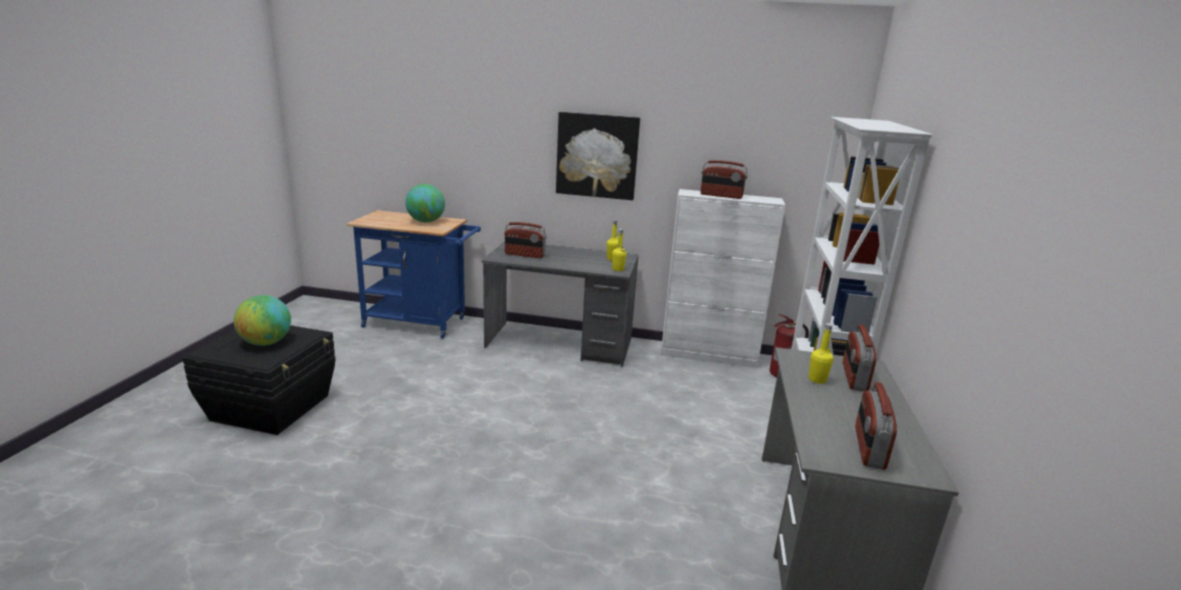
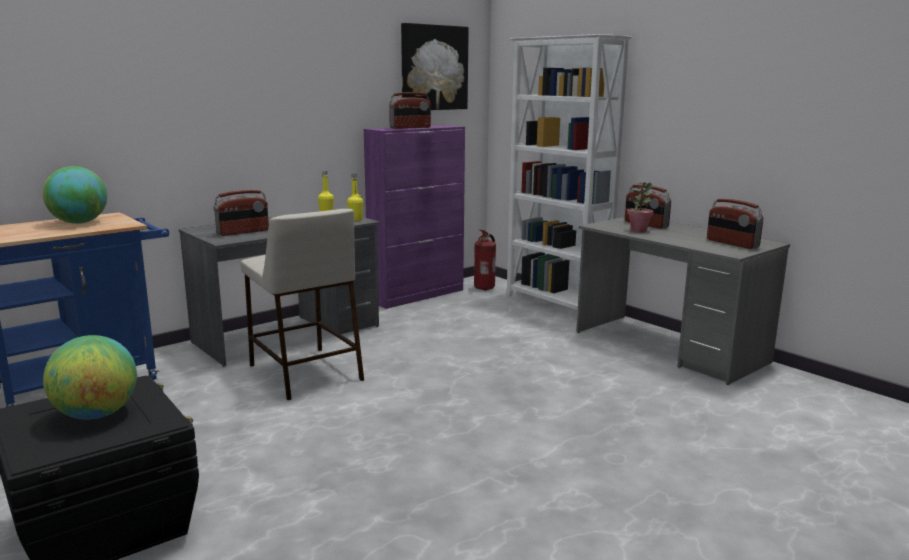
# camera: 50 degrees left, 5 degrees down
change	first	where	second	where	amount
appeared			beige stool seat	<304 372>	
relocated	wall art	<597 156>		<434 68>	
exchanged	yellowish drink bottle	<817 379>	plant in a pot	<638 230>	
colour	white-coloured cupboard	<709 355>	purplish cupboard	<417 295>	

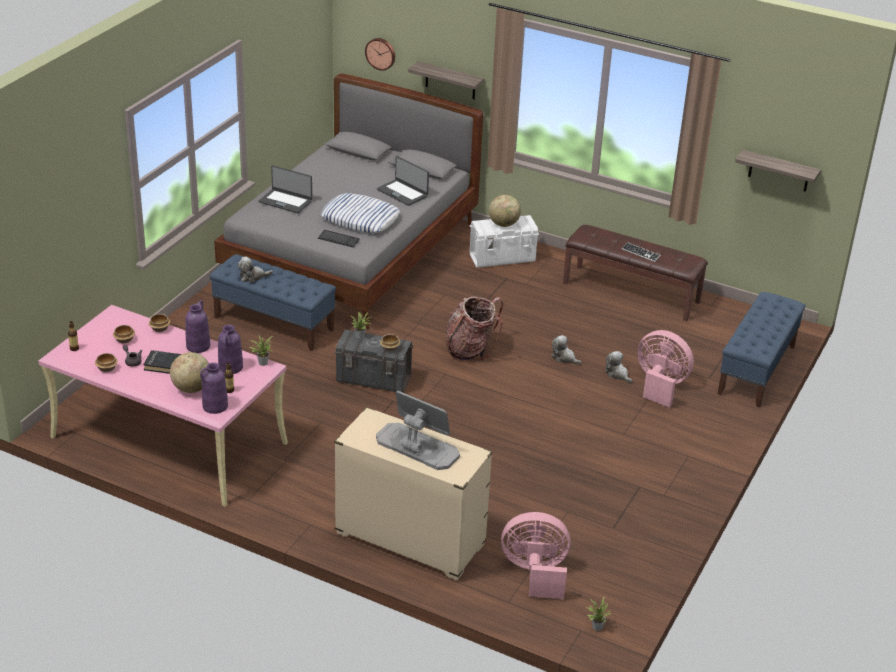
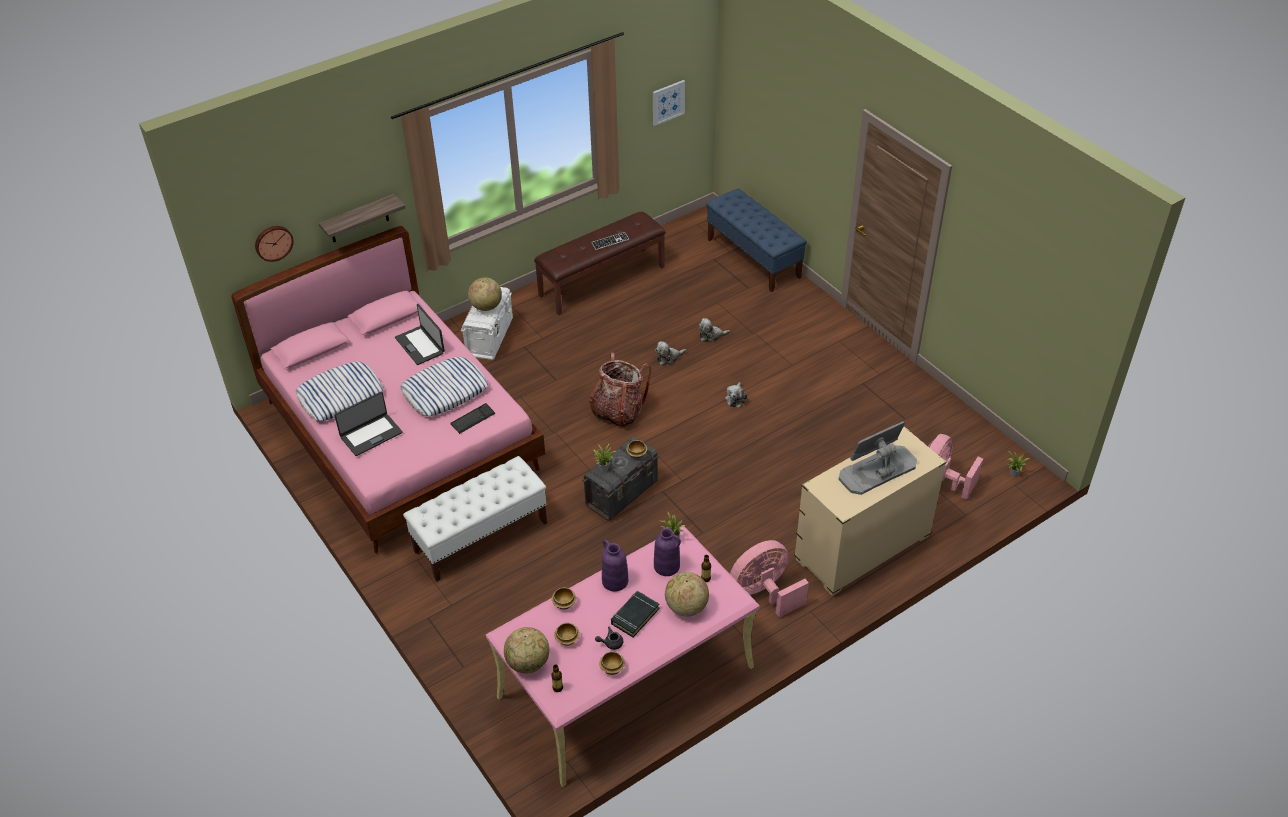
# camera: 60 degrees left, 10 degrees up
change	first	where	second	where	amount
missing	purplish decorative vase	<215 406>			
appeared			throw pillow	<340 396>	
appeared			desk globe	<528 663>	
relocated	cuddly toy	<253 277>		<735 398>	
relocated	pink-coloured fan	<660 385>		<764 593>	
exchanged	shelf	<779 171>	wall art	<668 102>	
colour	blue bench	<274 323>	white-coloured bench	<481 536>	
colour	greyish bed	<352 254>	pink-coloured bed	<401 437>	
spun	portable computer	<402 192>		<420 345>	75 degrees clockwise

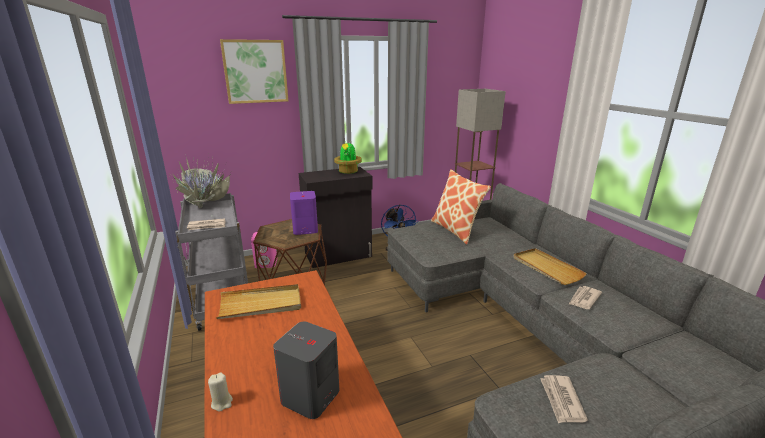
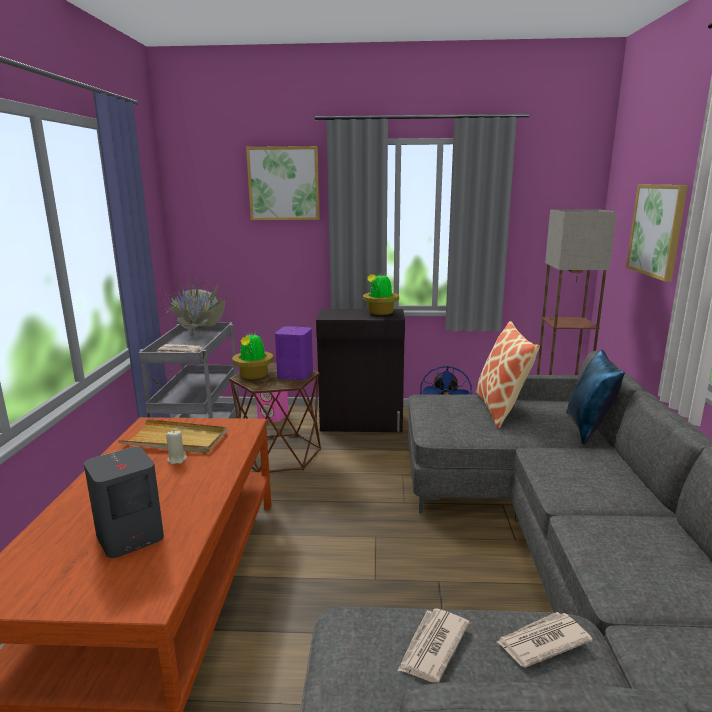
# camera: 25 degrees right, 5 degrees down
change	first	where	second	where	amount
missing	beige carrying tray	<546 268>			
appeared			plant in a pot	<253 376>	
appeared			blue throw pillow	<588 429>	
appeared			wall art	<657 230>	
relocated	beige wax candle	<222 403>		<177 459>	
relocated	daily paper	<584 299>		<541 641>	

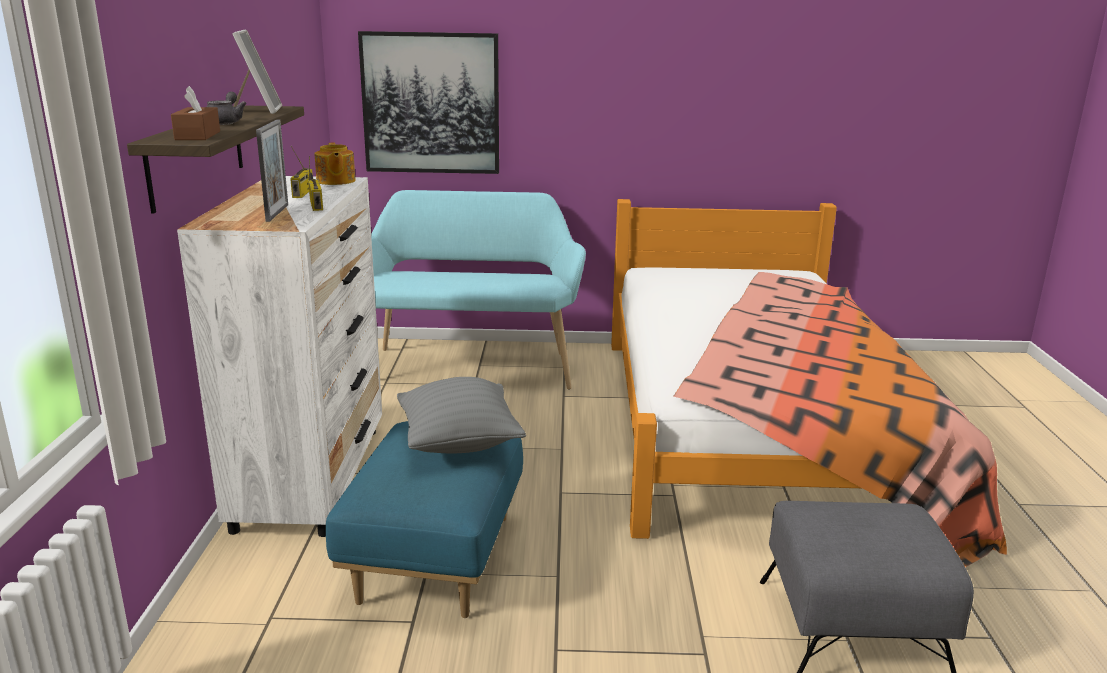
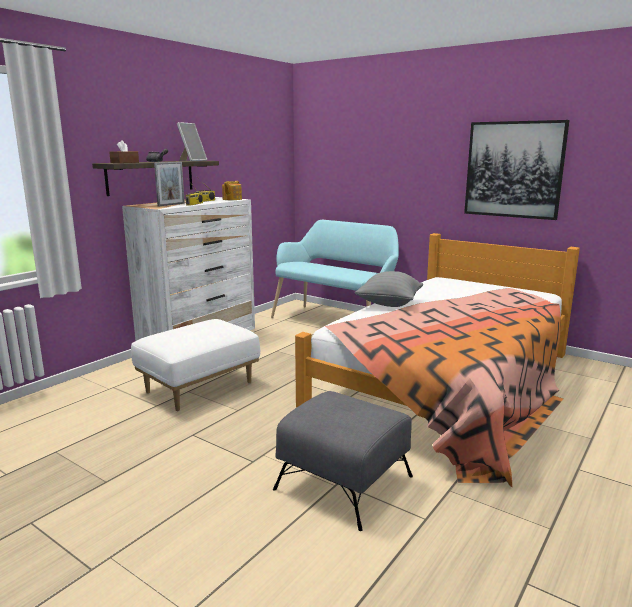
# camera: 35 degrees right, 5 degrees down
change	first	where	second	where	amount
relocated	wall art	<431 103>		<514 169>	
relocated	greyish throw pillow	<459 443>		<389 304>	
colour	blue footrest	<434 558>	white-coloured footrest	<199 387>	

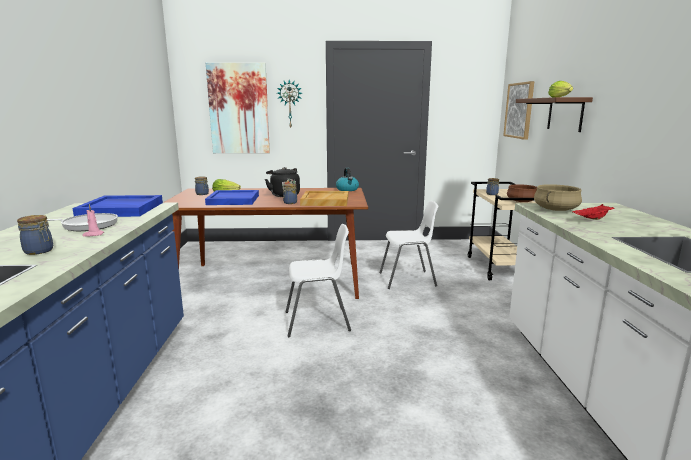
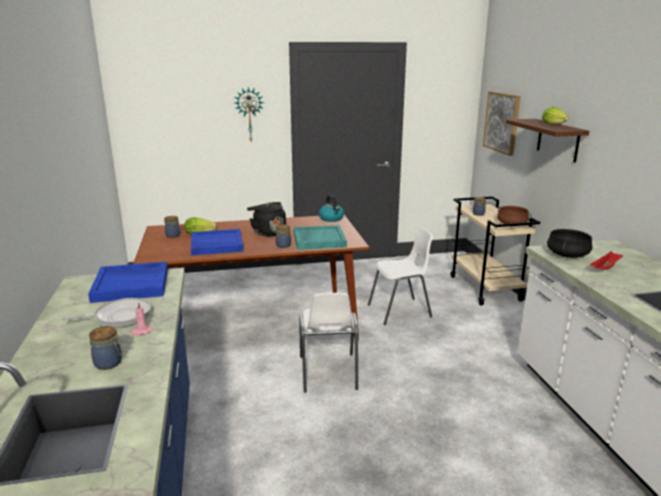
# camera: 10 degrees left, 5 degrees up
change	first	where	second	where	amount
missing	wall art	<239 109>			
colour	beige carrying tray	<325 200>	turquoise-coloured carrying tray	<318 240>	
colour	beige saucepot	<556 210>	black saucepot	<567 255>	
spun	white-coloured upright chair	<318 322>		<328 373>	105 degrees clockwise

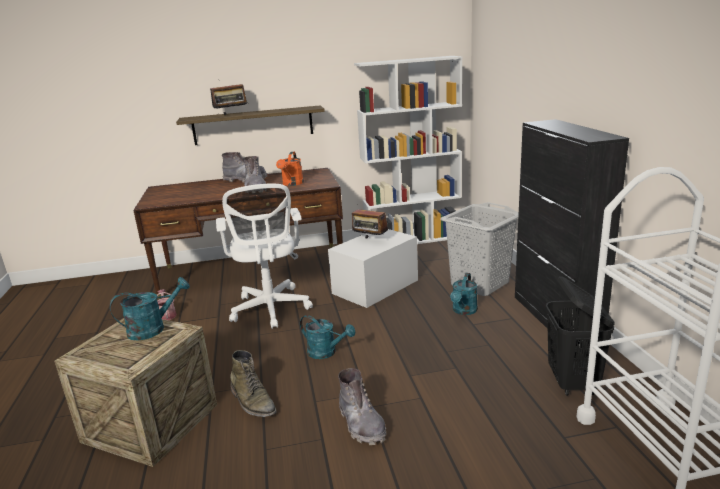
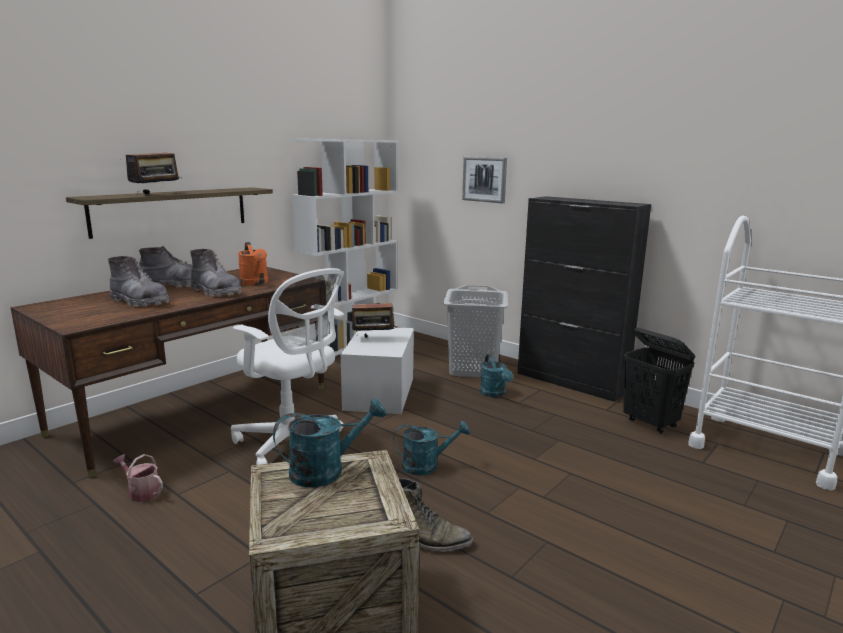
# camera: 40 degrees left, 5 degrees down
change	first	where	second	where	amount
appeared			wall art	<484 179>	
relocated	greyish boot	<361 424>		<139 302>	
spun	turquoise-coloured sprinkling can	<153 329>		<326 471>	45 degrees clockwise

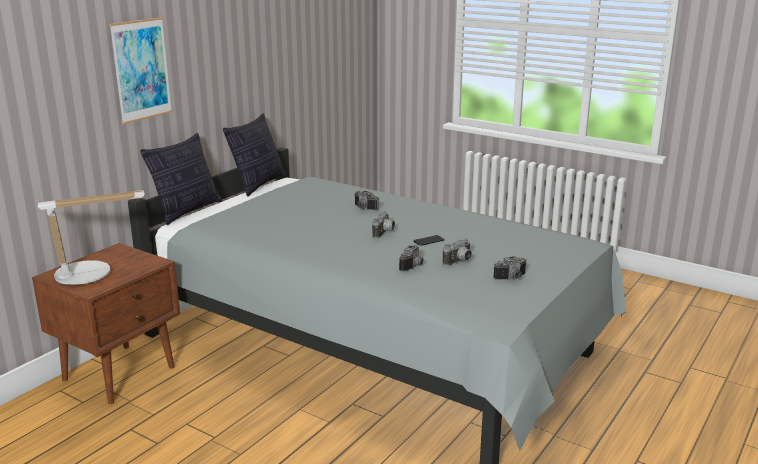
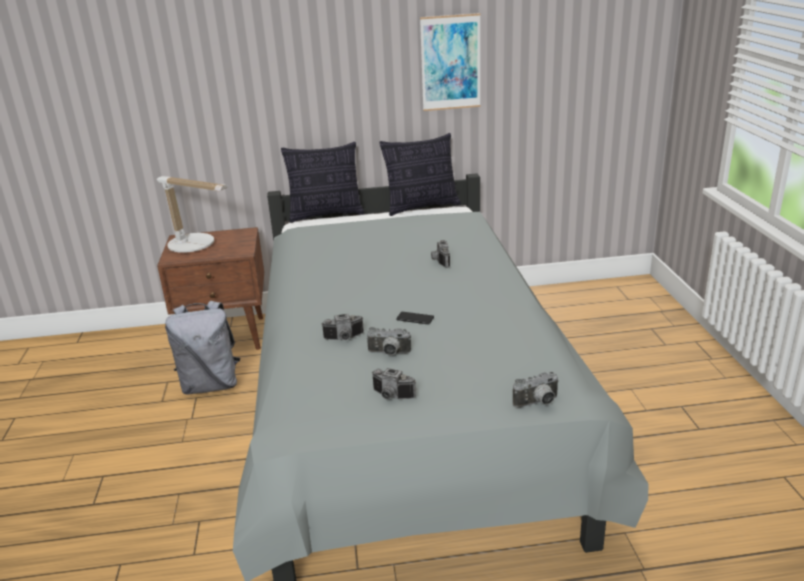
# camera: 50 degrees right, 5 degrees up
change	first	where	second	where	amount
appeared			greyish knapsack	<211 385>	
relocated	wall art	<141 70>		<450 63>	
relocated	photo camera	<384 233>		<538 403>	

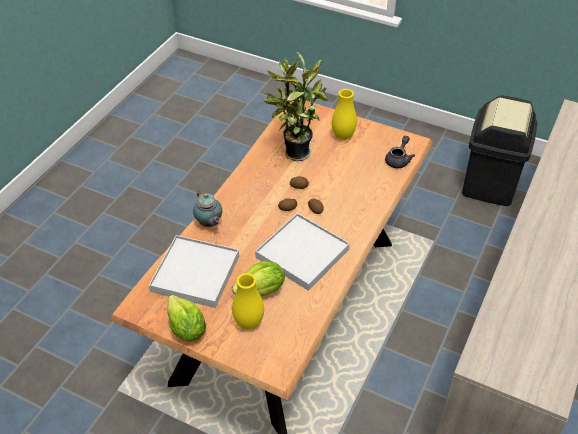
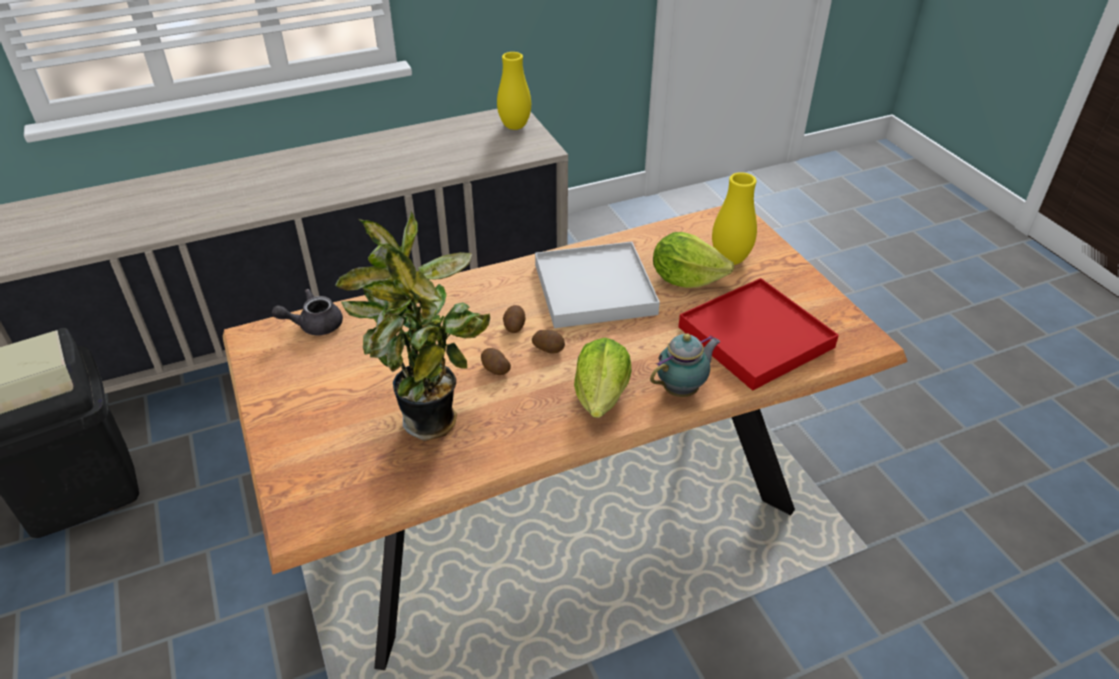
# camera: 140 degrees left, 5 degrees down
change	first	where	second	where	amount
relocated	lettuce head	<186 329>		<601 396>	
relocated	yellowish decorative vase	<343 136>		<515 126>	
colour	white-coloured carrying tray	<195 273>	reddish carrying tray	<756 337>	
spun	tea pot	<209 224>		<682 389>	45 degrees clockwise

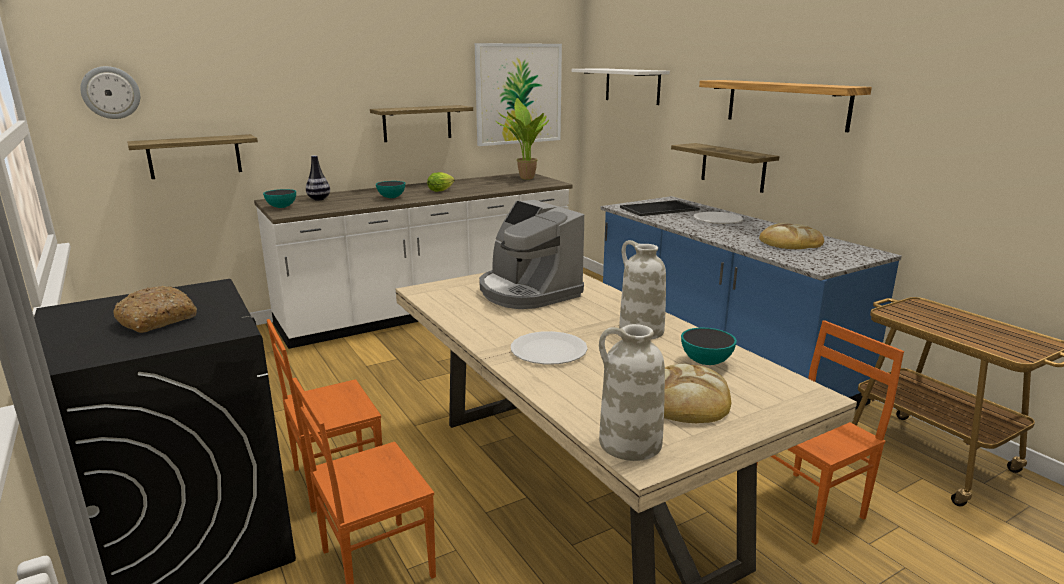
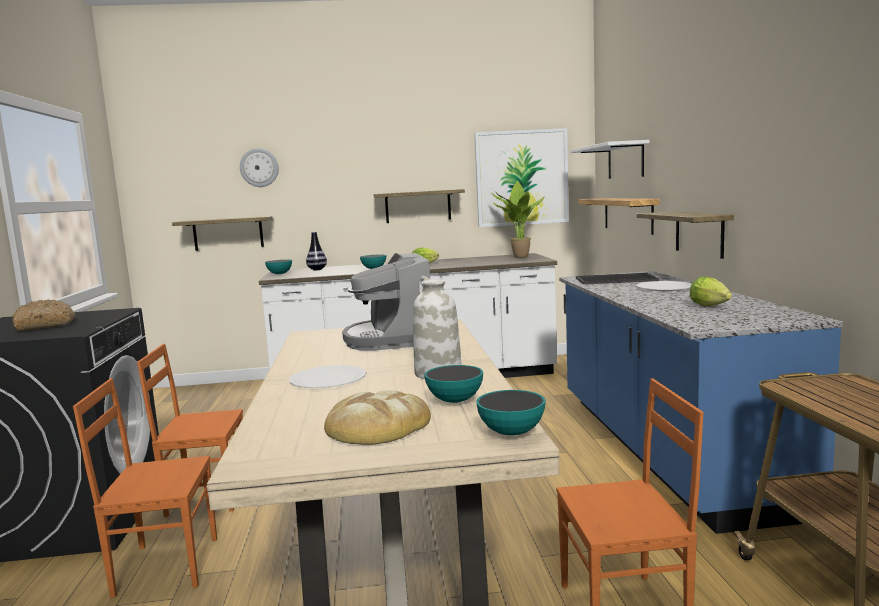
# camera: 25 degrees right, 10 degrees down
change	first	where	second	where	amount
missing	white-coloured decorative vase	<629 444>			
appeared			deep dish	<511 433>	
relocated	hanging clock	<111 92>		<259 167>	
relocated	shelf	<786 104>		<627 214>	
exchanged	baked bread	<790 242>	lettuce head	<711 306>	

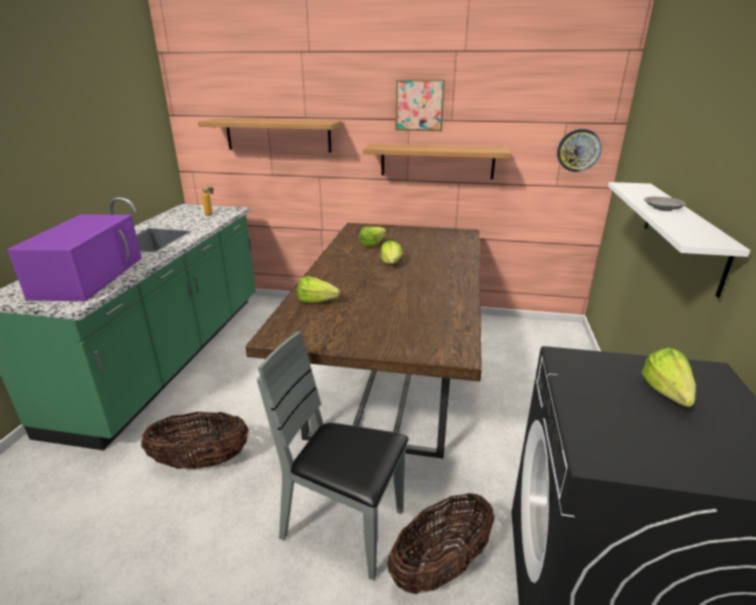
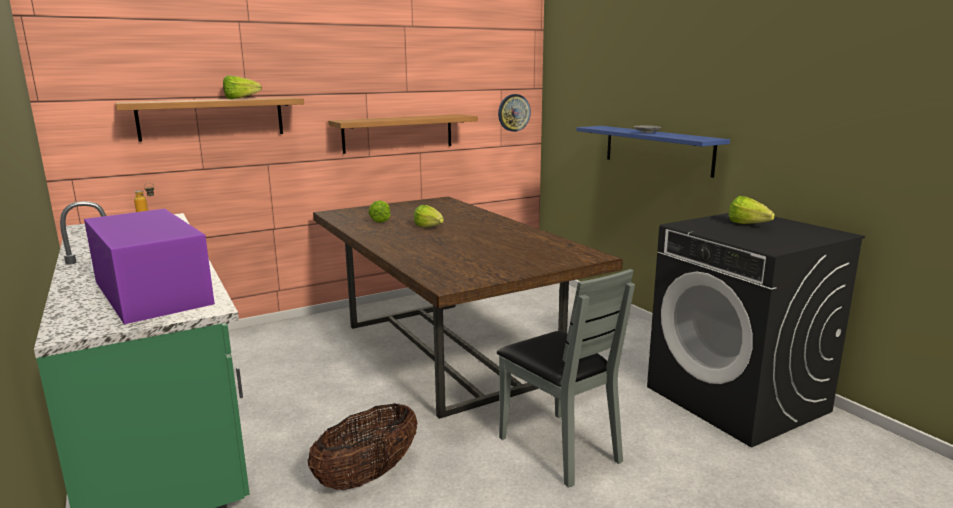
# camera: 40 degrees left, 10 degrees down
change	first	where	second	where	amount
missing	basket	<441 566>			
missing	wall art	<419 105>			
relocated	lettuce head	<319 302>		<244 98>	
colour	white-coloured shelf	<682 233>	blue shelf	<657 149>	
spun	greyish upright chair	<343 527>		<559 448>	105 degrees counterclockwise

